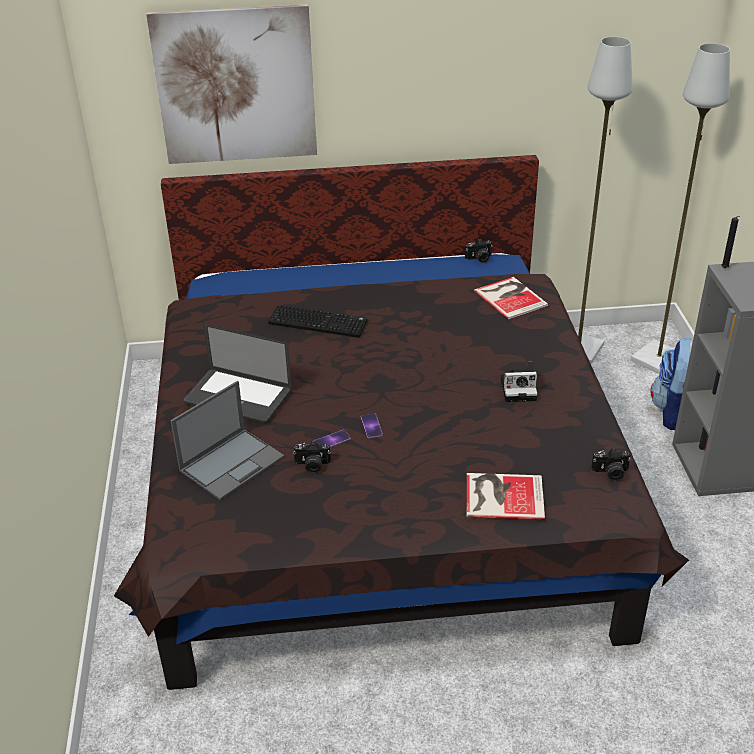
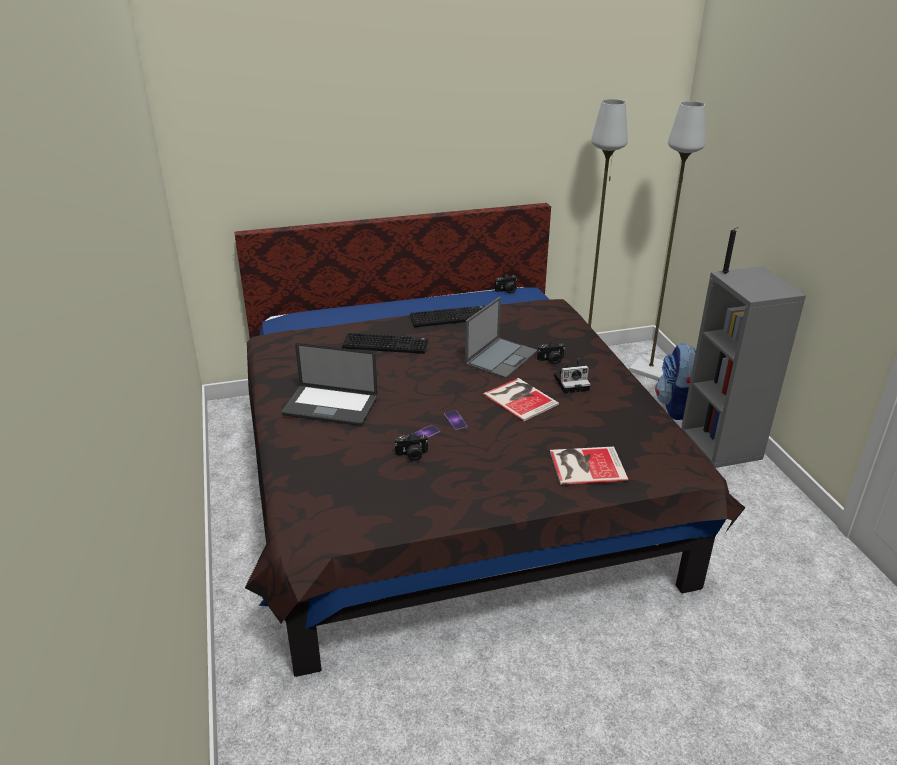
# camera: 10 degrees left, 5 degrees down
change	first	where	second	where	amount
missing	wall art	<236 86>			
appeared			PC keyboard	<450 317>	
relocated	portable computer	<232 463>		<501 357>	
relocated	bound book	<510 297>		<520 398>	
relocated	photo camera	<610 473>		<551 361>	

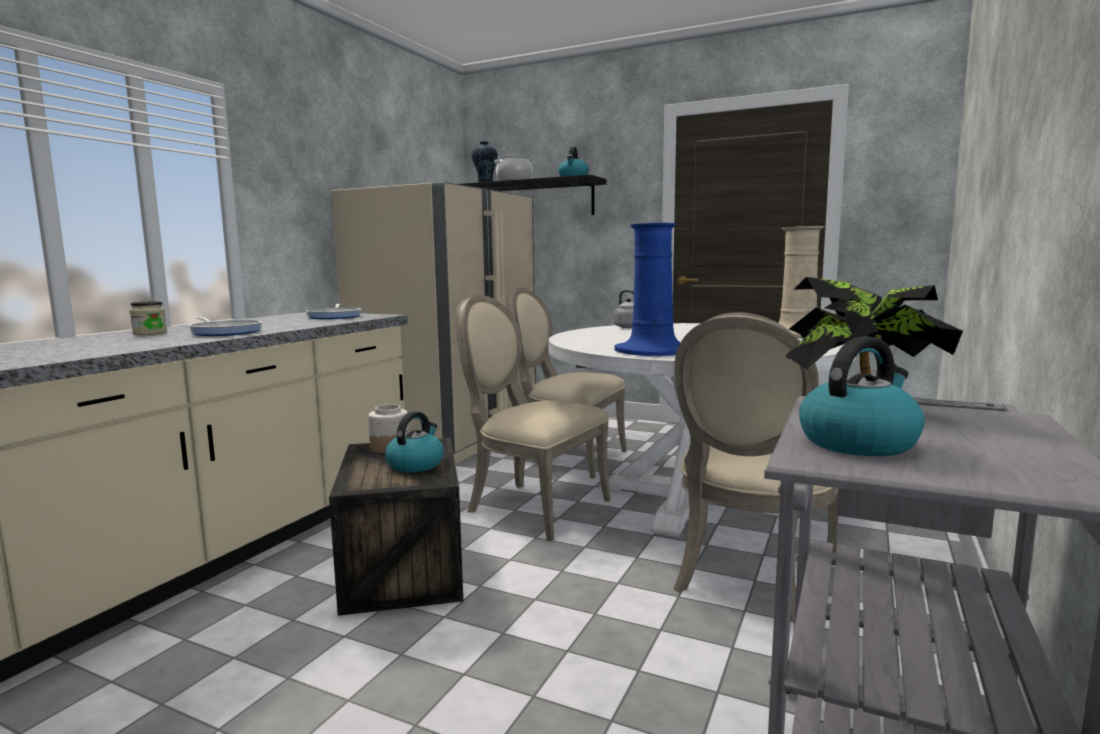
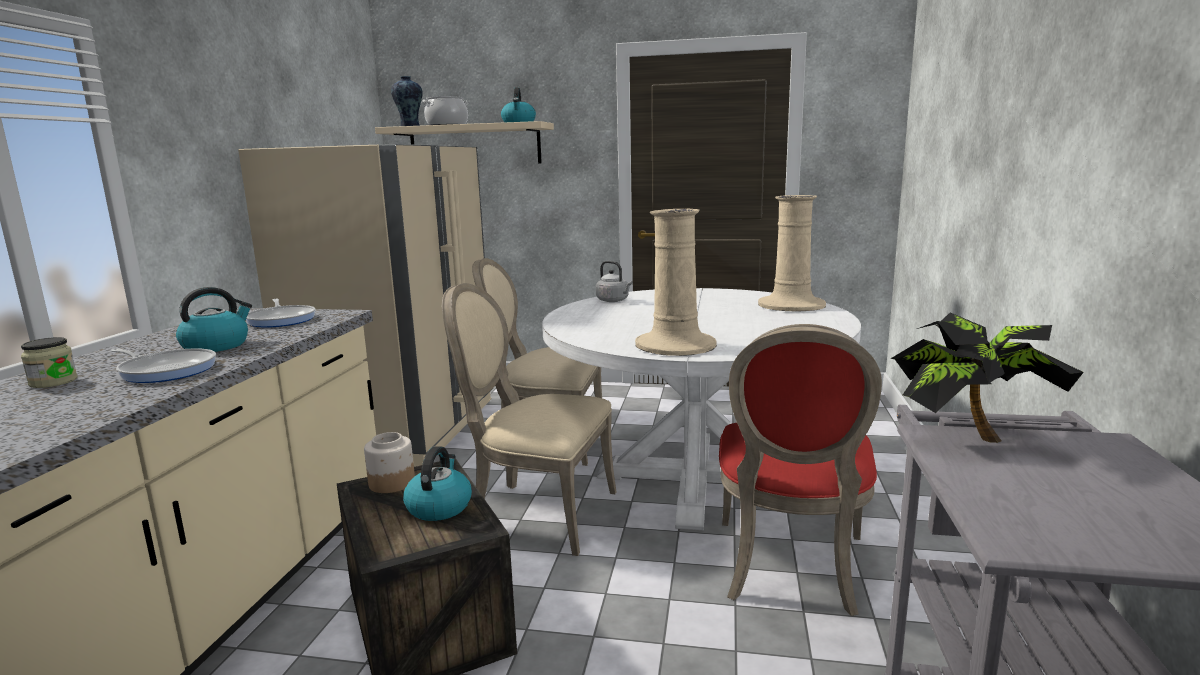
# camera: 15 degrees left, 5 degrees up
change	first	where	second	where	amount
relocated	water kettle	<858 442>		<216 346>	
colour	black shelf	<539 200>	beige shelf	<475 145>	
colour	blue decorative vase	<653 351>	beige decorative vase	<676 345>	
colour	beige upright chair	<749 576>	reddish upright chair	<790 569>	

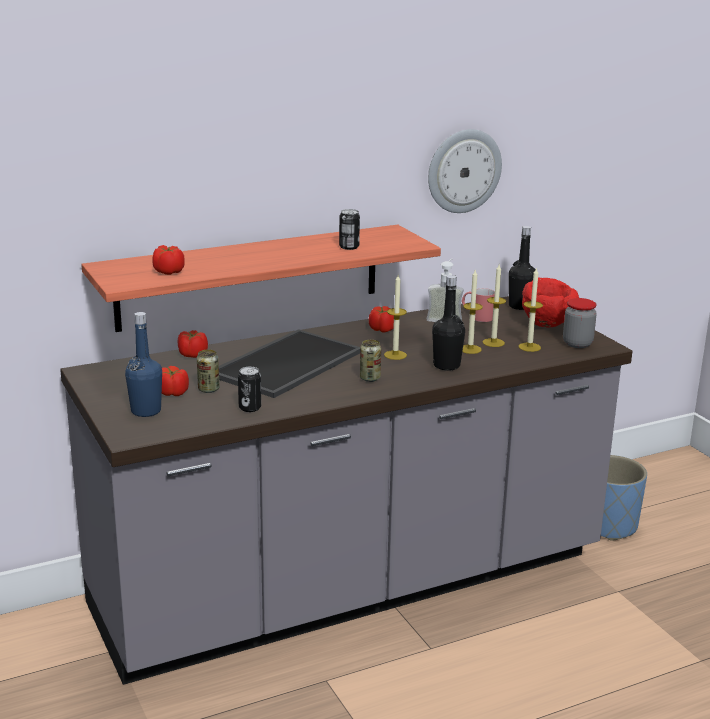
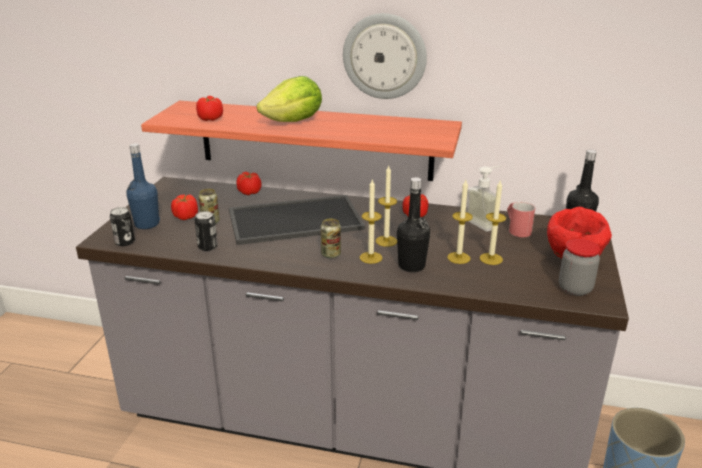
# camera: 40 degrees right, 5 degrees up
change	first	where	second	where	amount
appeared			lettuce head	<294 121>	
relocated	metal can	<349 247>		<125 242>	
relocated	hanging clock	<463 171>		<384 56>	
relocated	wax candle	<529 347>		<370 257>	

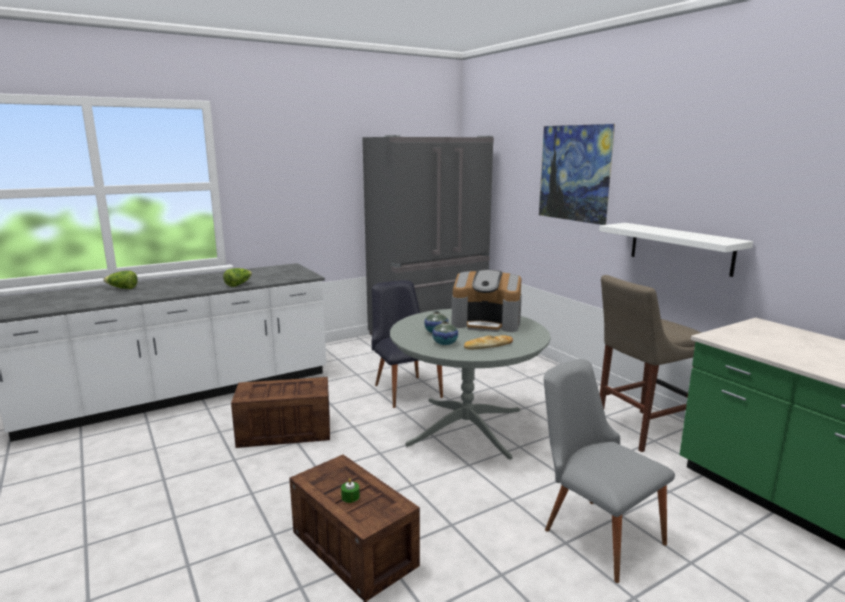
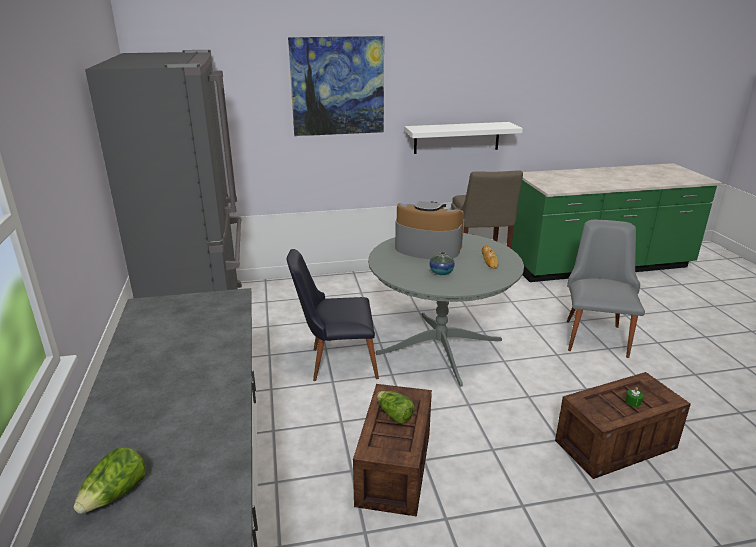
# camera: 70 degrees left, 10 degrees up
change	first	where	second	where	amount
missing	decorative vase	<445 343>			
relocated	lettuce head	<238 284>		<394 415>	
spun	coffee brewer	<486 323>		<427 248>	105 degrees counterclockwise
spun	greyish upright chair	<594 530>		<595 334>	120 degrees clockwise

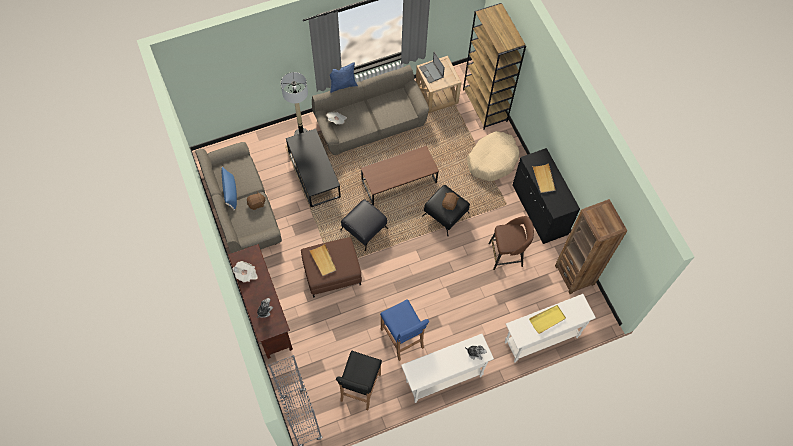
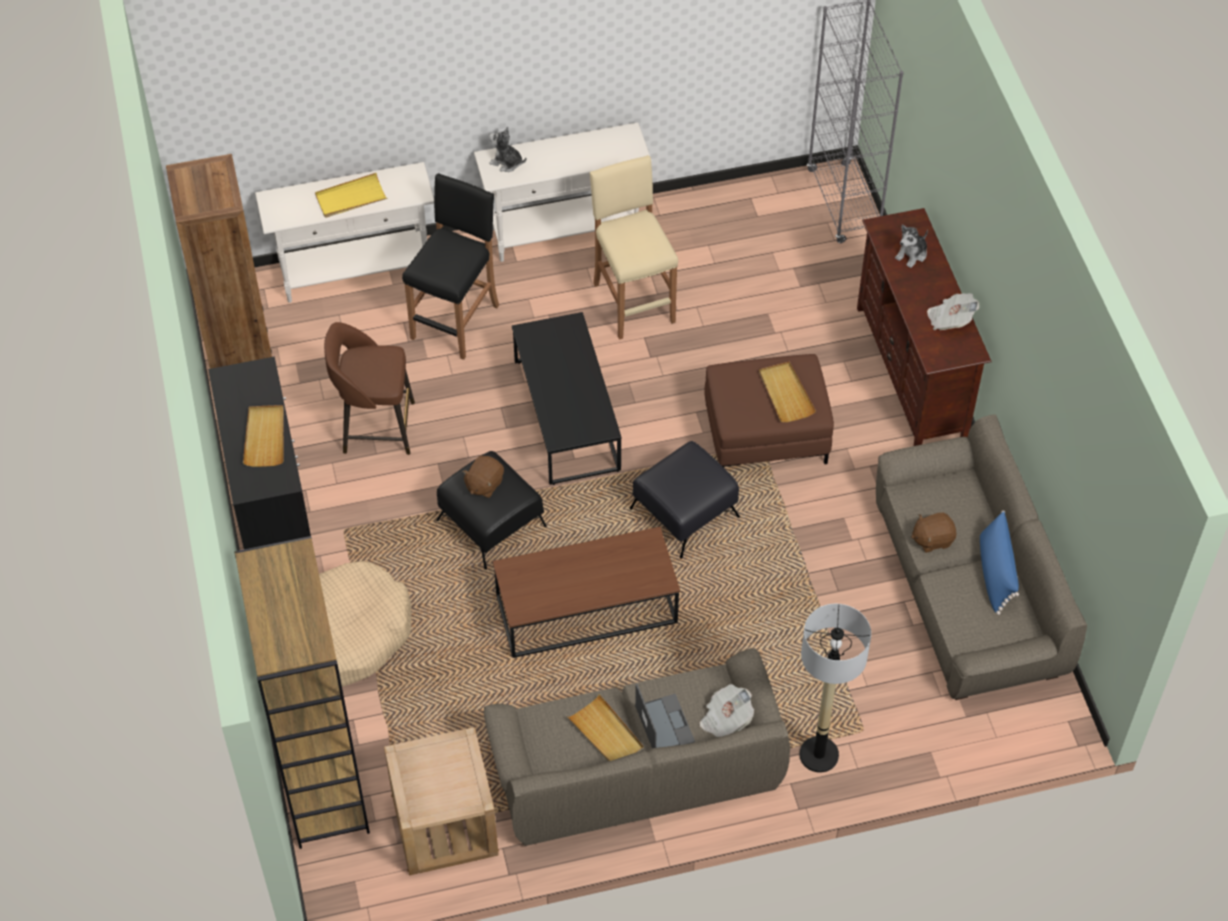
# camera: 170 degrees left, 10 degrees down
change	first	where	second	where	amount
missing	blue throw pillow	<343 85>			
appeared			beige carrying tray	<606 734>	
relocated	black lounge table	<314 174>		<566 415>	
relocated	black stool seat	<360 388>		<456 321>	
relocated	portable computer	<431 72>		<664 723>	
colour	blue stool seat	<402 339>	beige stool seat	<633 302>	

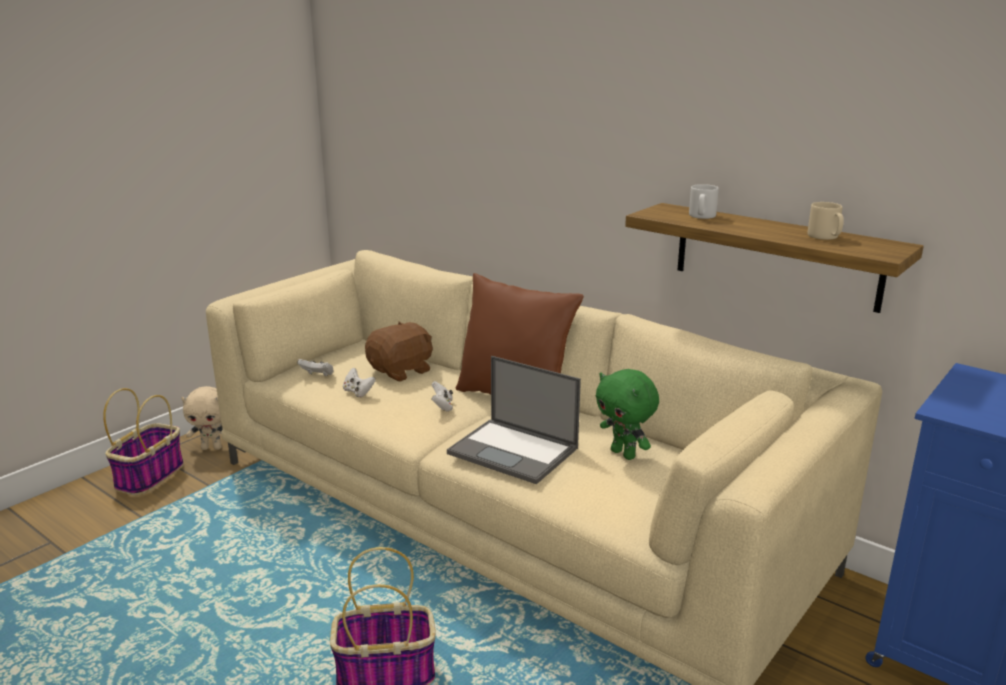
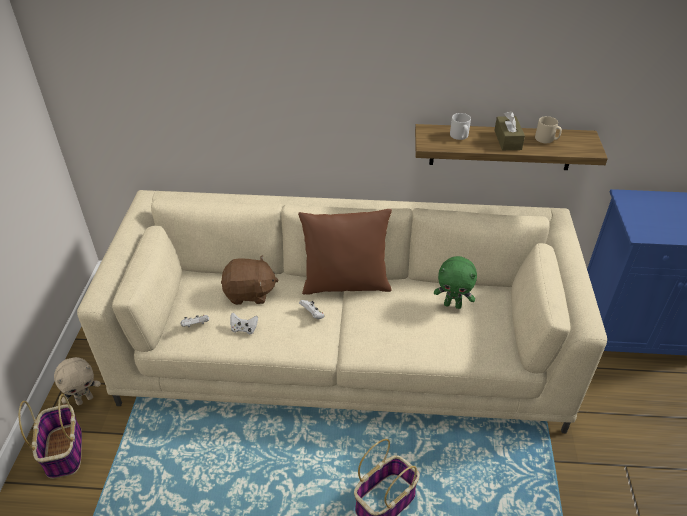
# camera: 35 degrees left, 20 degrees up
change	first	where	second	where	amount
missing	portable computer	<514 451>			
appeared			brown-coloured box of tissues	<507 140>	
spun	brown-coloured cuddly toy	<401 371>		<249 293>	75 degrees clockwise

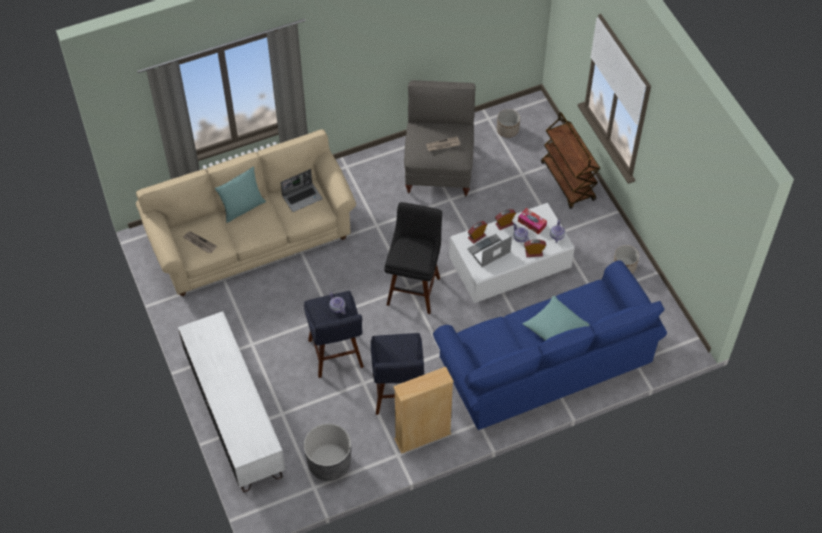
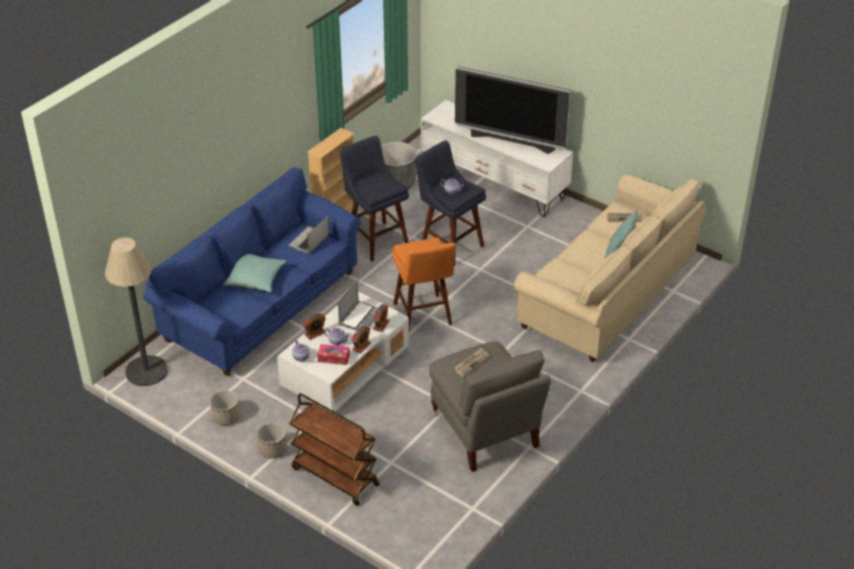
# camera: 150 degrees right, 15 degrees down
change	first	where	second	where	amount
appeared			standard lamp	<146 371>	
appeared			TV	<512 141>	
relocated	portable computer	<302 197>		<309 241>	
relocated	plant pot	<508 130>		<273 449>	
colour	black stool seat	<414 288>	orangey stool seat	<423 317>	

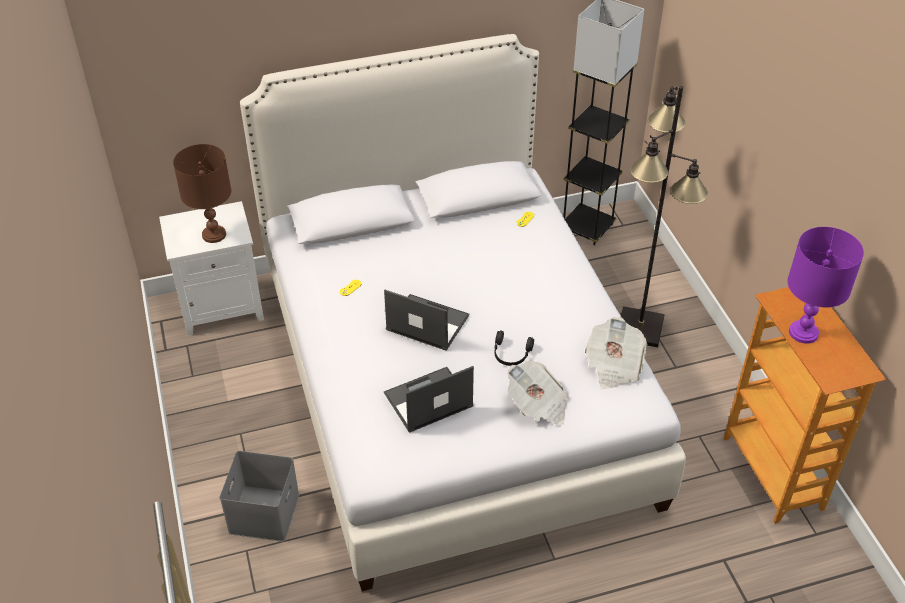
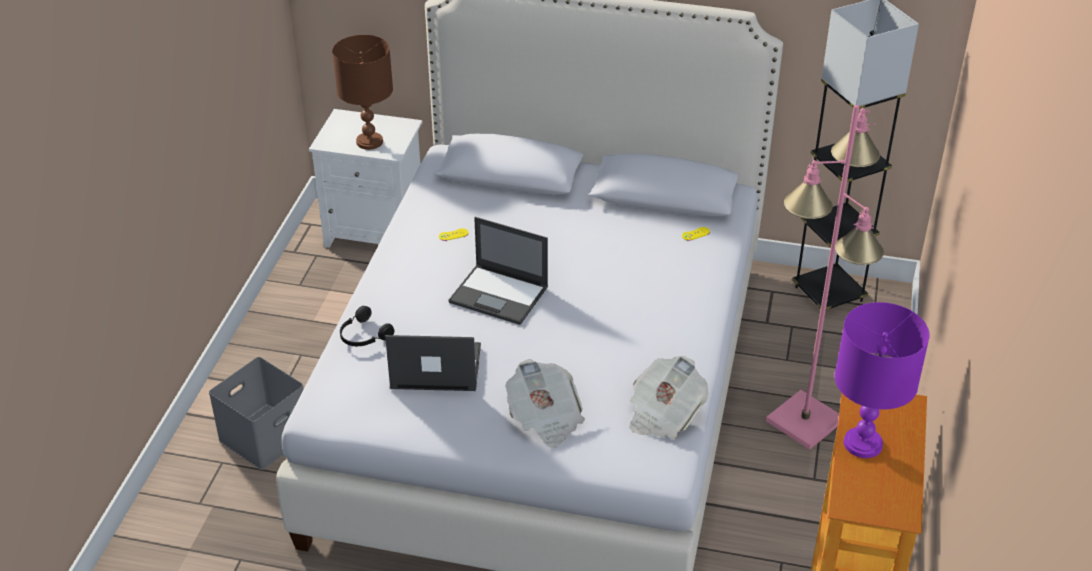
# camera: 30 degrees right, 5 degrees down
change	first	where	second	where	amount
relocated	black headset	<511 354>		<363 336>	
colour	black standard lamp	<640 328>	pink-coloured standard lamp	<806 421>	
spun	portable computer	<426 322>		<500 295>	150 degrees clockwise

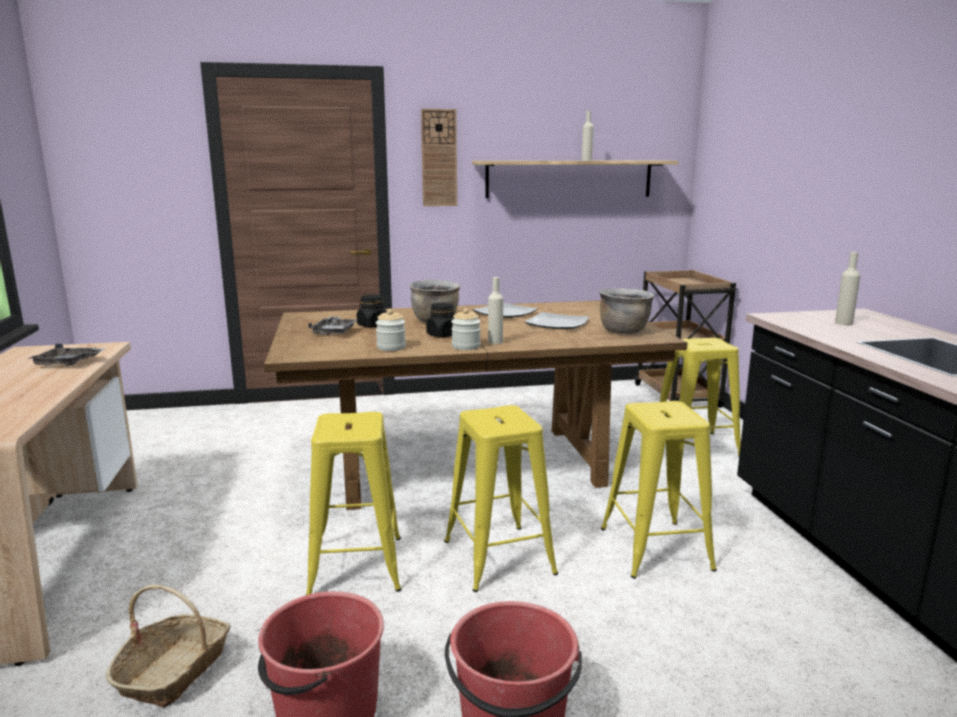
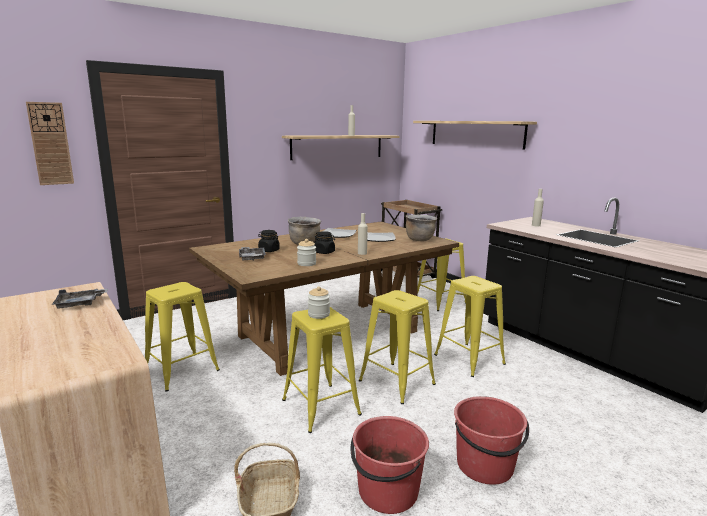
# camera: 25 degrees left, 0 degrees up
change	first	where	second	where	amount
appeared			yellowish stool seat	<181 371>	
appeared			shelf	<475 133>	
relocated	hanging clock	<439 158>		<50 144>	
relocated	preserve jar	<466 346>		<319 314>	

